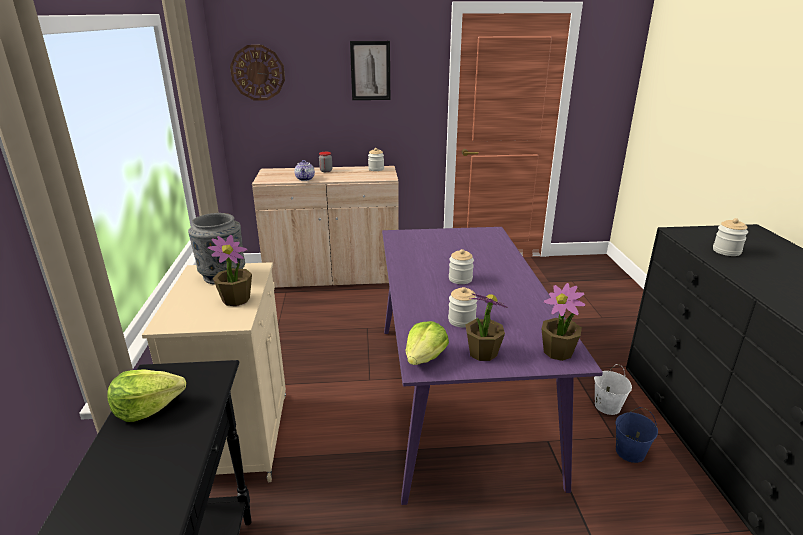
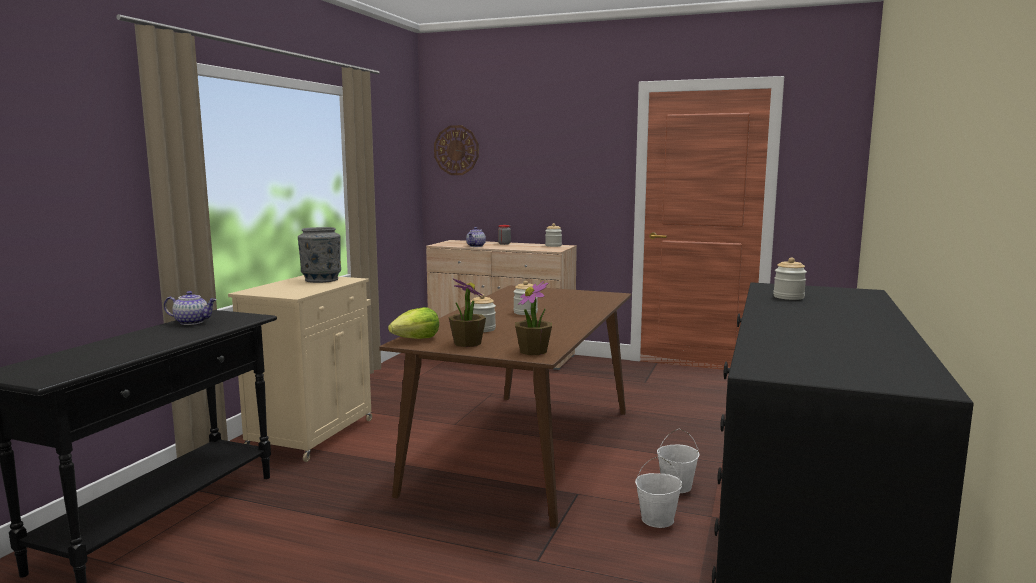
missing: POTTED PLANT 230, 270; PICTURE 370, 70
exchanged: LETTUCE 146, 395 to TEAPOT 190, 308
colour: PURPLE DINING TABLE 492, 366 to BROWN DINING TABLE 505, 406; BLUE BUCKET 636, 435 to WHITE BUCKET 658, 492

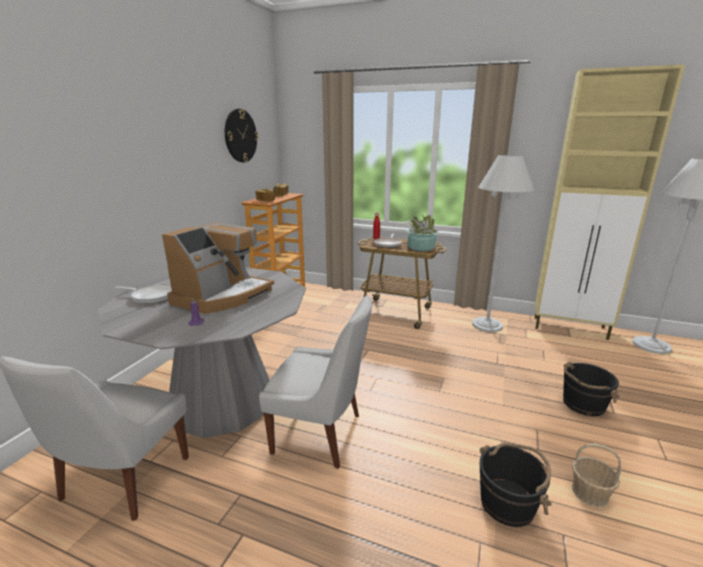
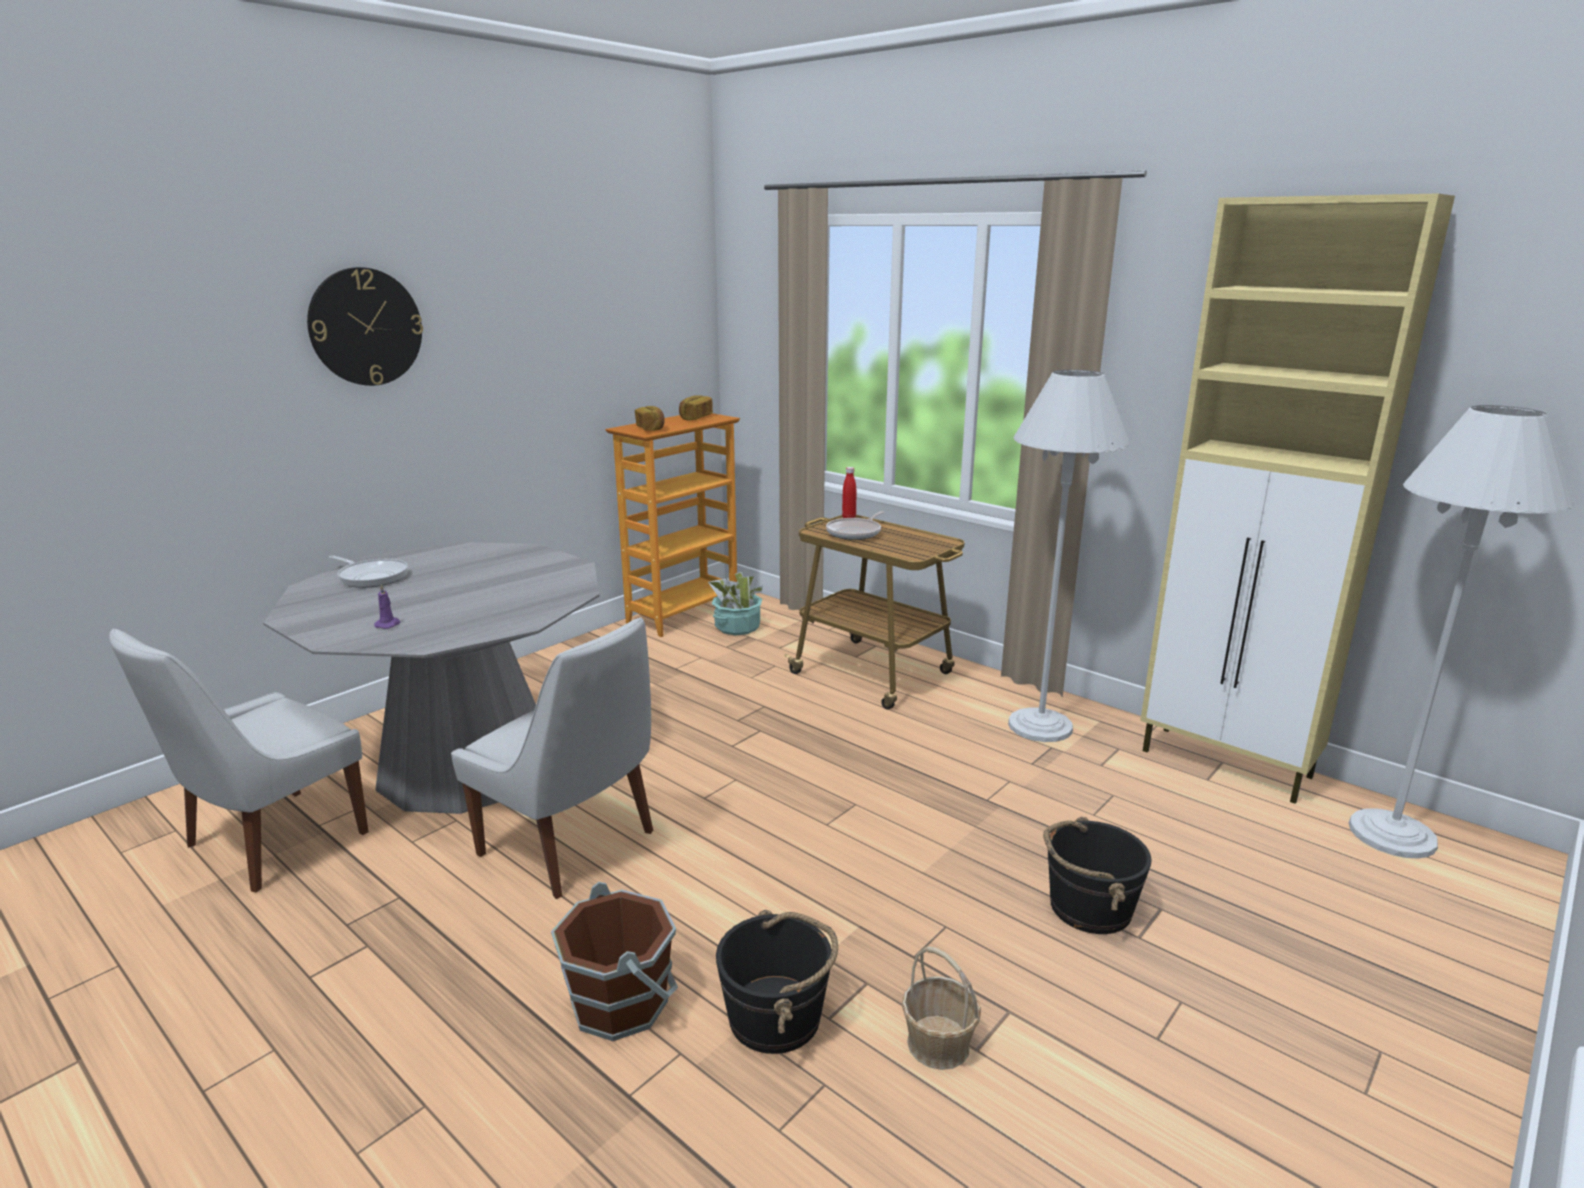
missing: COFFEE MACHINE 218, 268
appeared: BROWN BUCKET 614, 961
relocated: WALL CLOCK 241, 136 to 365, 326; POTTED PLANT 421, 232 to 735, 603

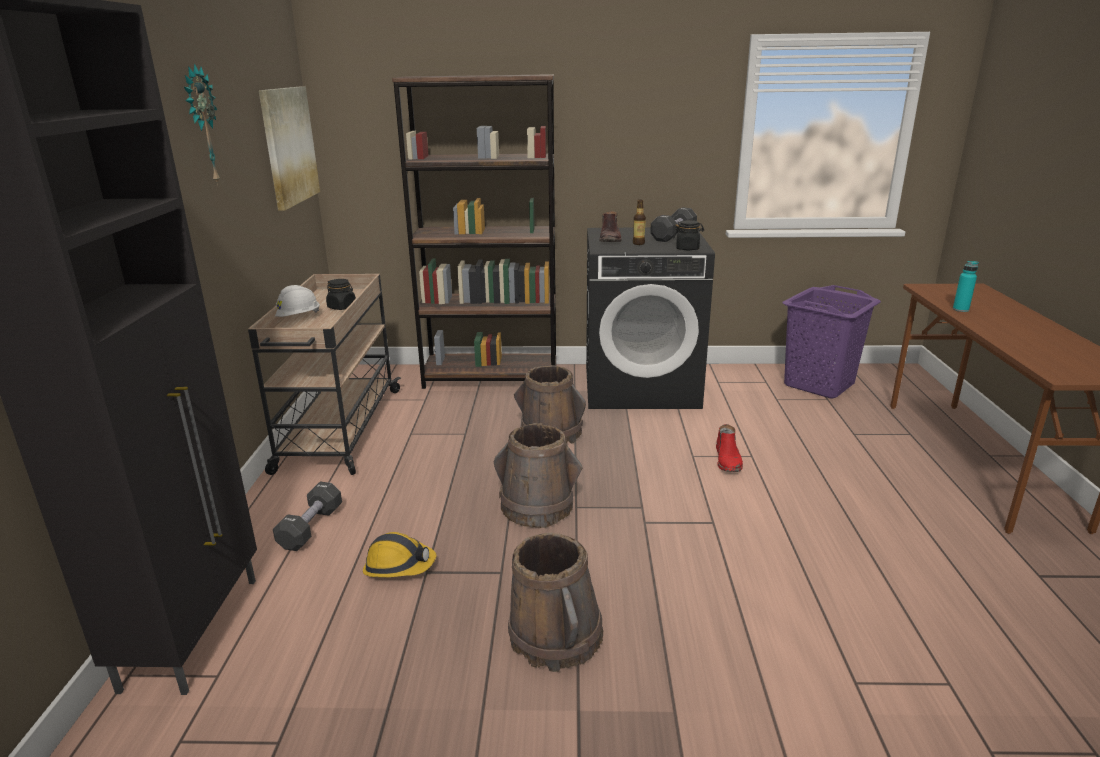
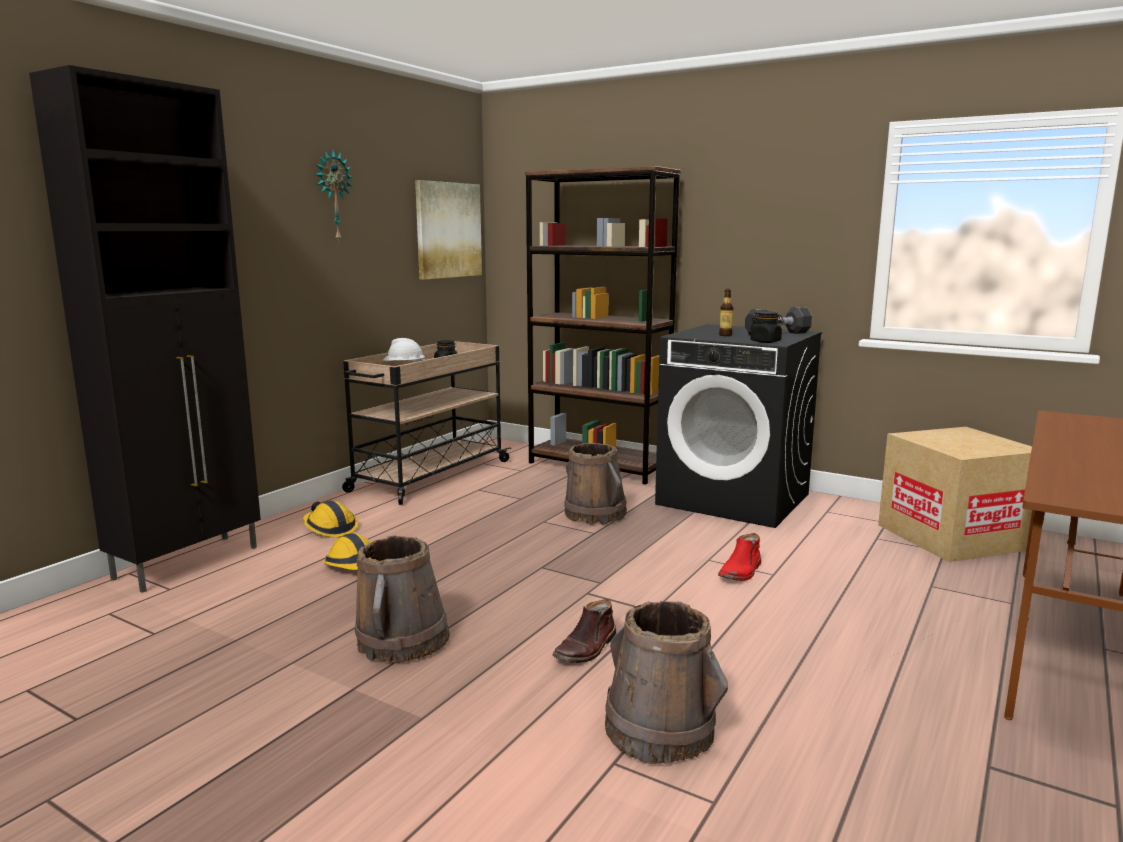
missing: TURQUOISE BOTTLE 966, 286
relocated: BROWN BUCKET 538, 475 to 666, 682; BROWN BOOT 610, 226 to 584, 631
exchanged: BLACK DUMBBELL 307, 516 to HARD HAT 330, 518; PURPLE LAUNDRY BASKET 831, 342 to CARDBOARD BOX 955, 494

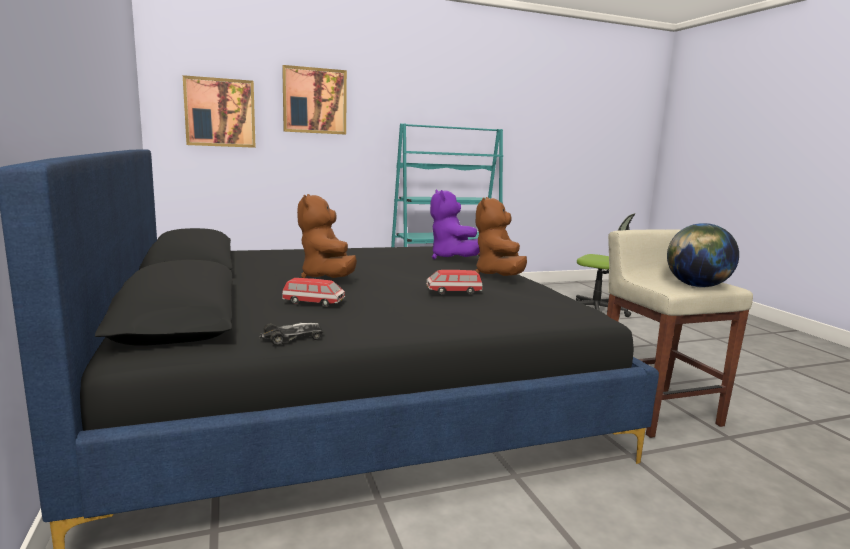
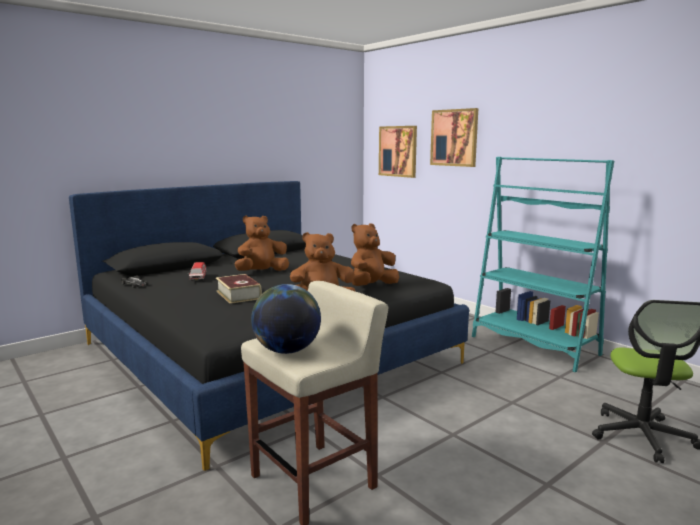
exchanged: TOY CAR 454, 282 to BOOK 239, 289
colour: PURPLE PLUSH TOY 455, 224 to BROWN PLUSH TOY 375, 254

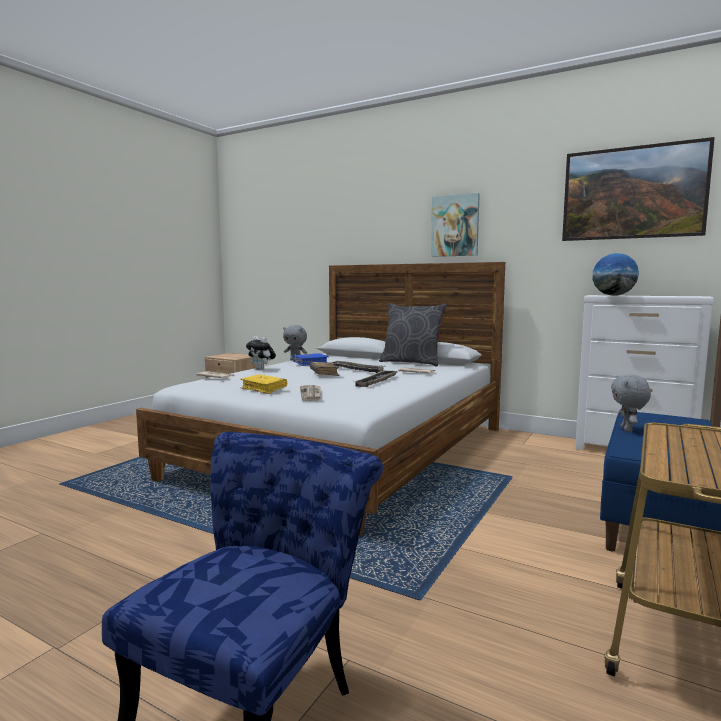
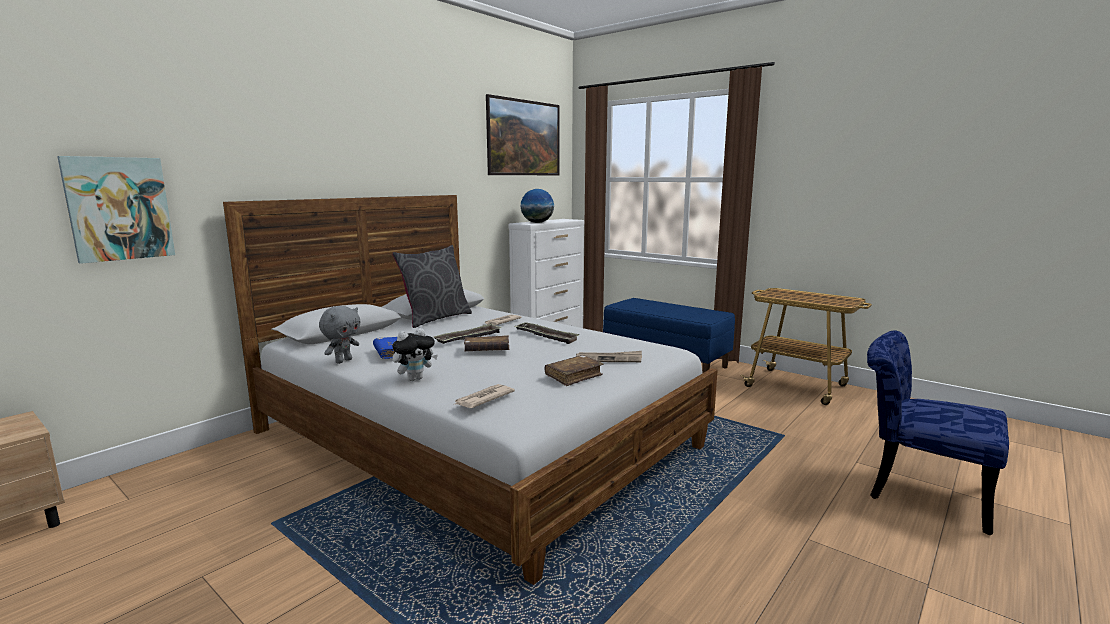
missing: GREY PLUSH TOY 631, 403
relocated: PICTURE 455, 225 to 116, 210
colour: YELLOW BOOK 263, 384 to BROWN BOOK 574, 370

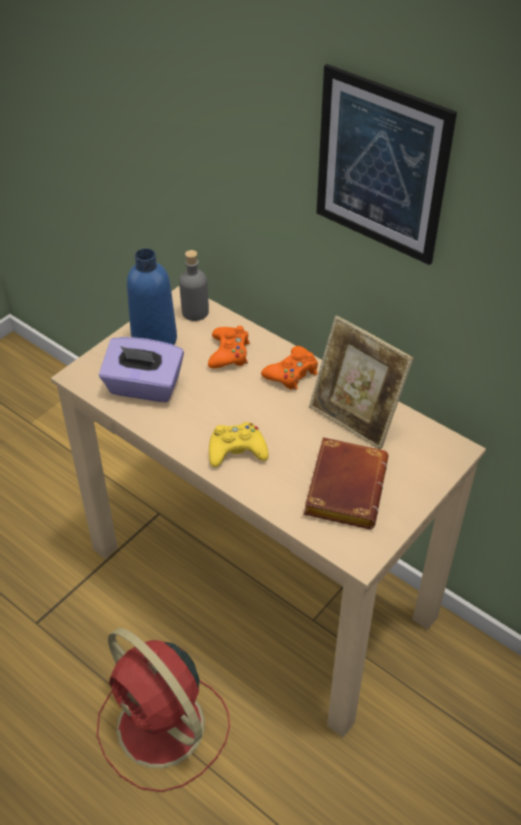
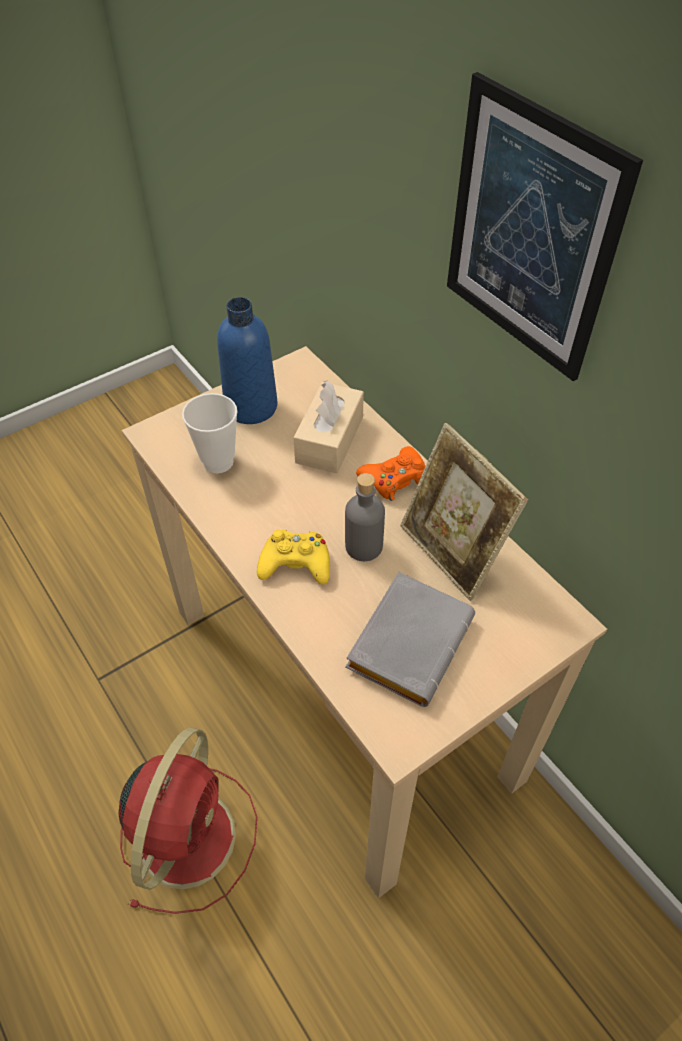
relocated: GREY BOTTLE 194, 285 to 365, 517
exchanged: PURPLE TISSUE BOX 141, 369 to CUP 209, 433; ORANGE GAME CONTROLLER 229, 347 to BEIGE TISSUE BOX 328, 427
colour: BROWN BOOK 346, 483 to GREY BOOK 410, 639
spun: RED FAN 163, 710 = 187, 820 135 degrees counterclockwise

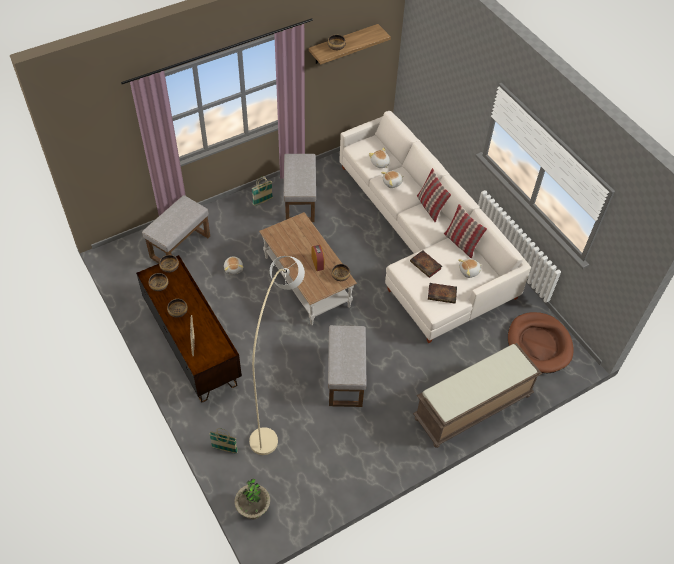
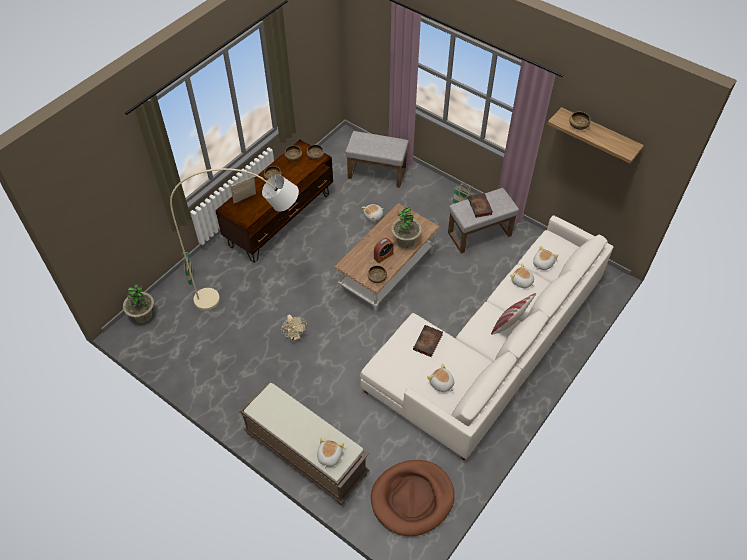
missing: PILLOW 465, 231
appeared: PLUSH TOY 330, 453; POTTED PLANT 406, 227
relocated: BOOK 442, 293 to 480, 205
exchanged: GREY OTTOMAN 347, 366 to BEIGE FAN 294, 328

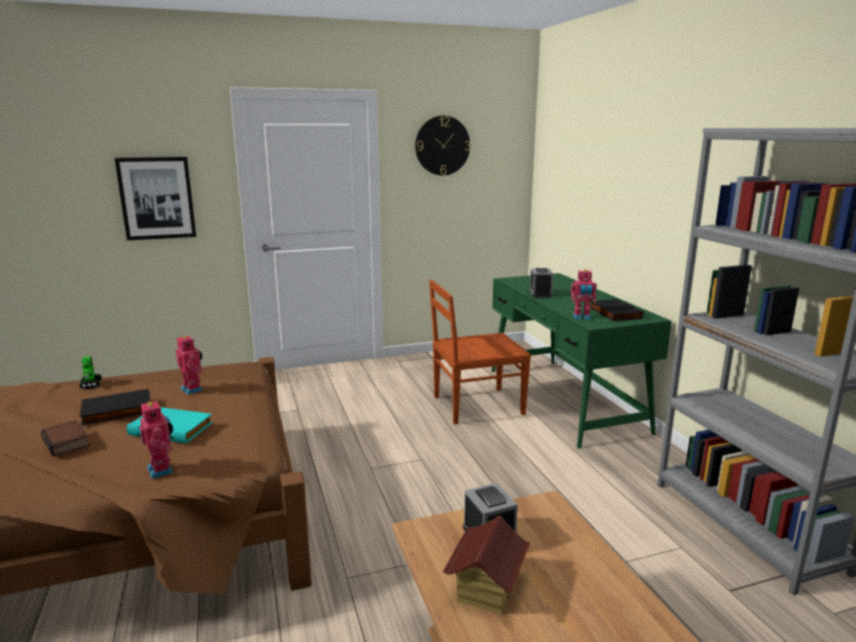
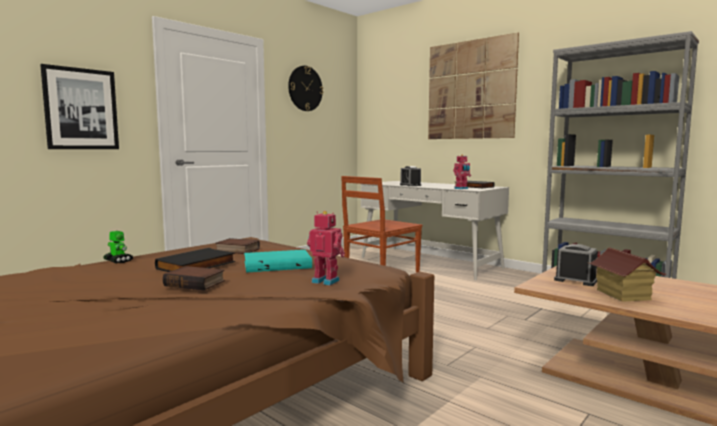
appeared: PICTURE 473, 86
exchanged: TOY ROBOT 189, 365 to BOOK 237, 246
colour: GREEN DESK 581, 360 to WHITE DESK 435, 230

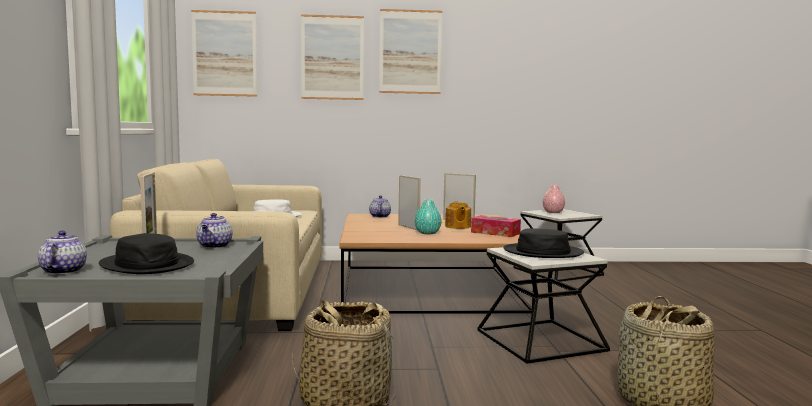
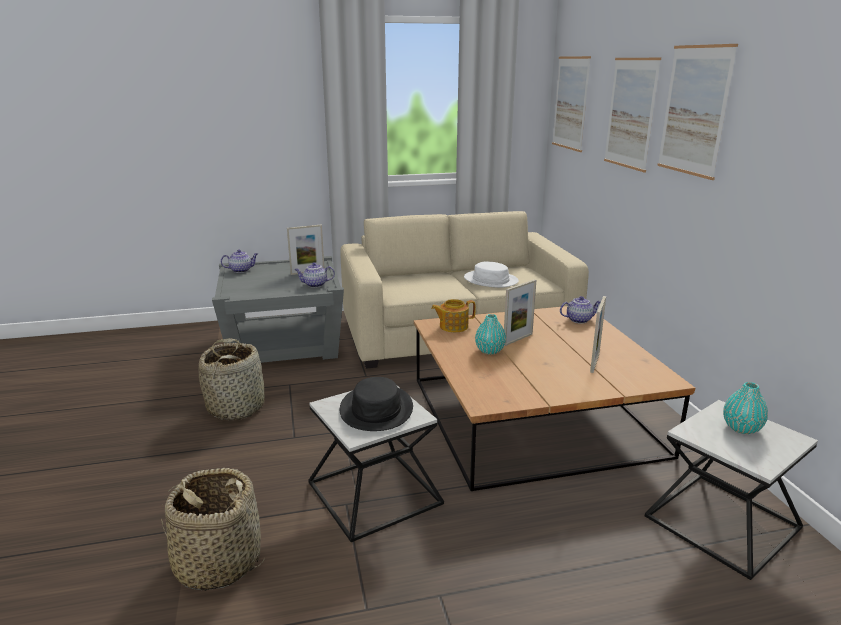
missing: BLACK HAT 146, 253; TISSUE BOX 496, 226
relocated: TEAPOT 458, 215 to 453, 316
colour: PINK VASE 554, 199 to TURQUOISE VASE 745, 408

